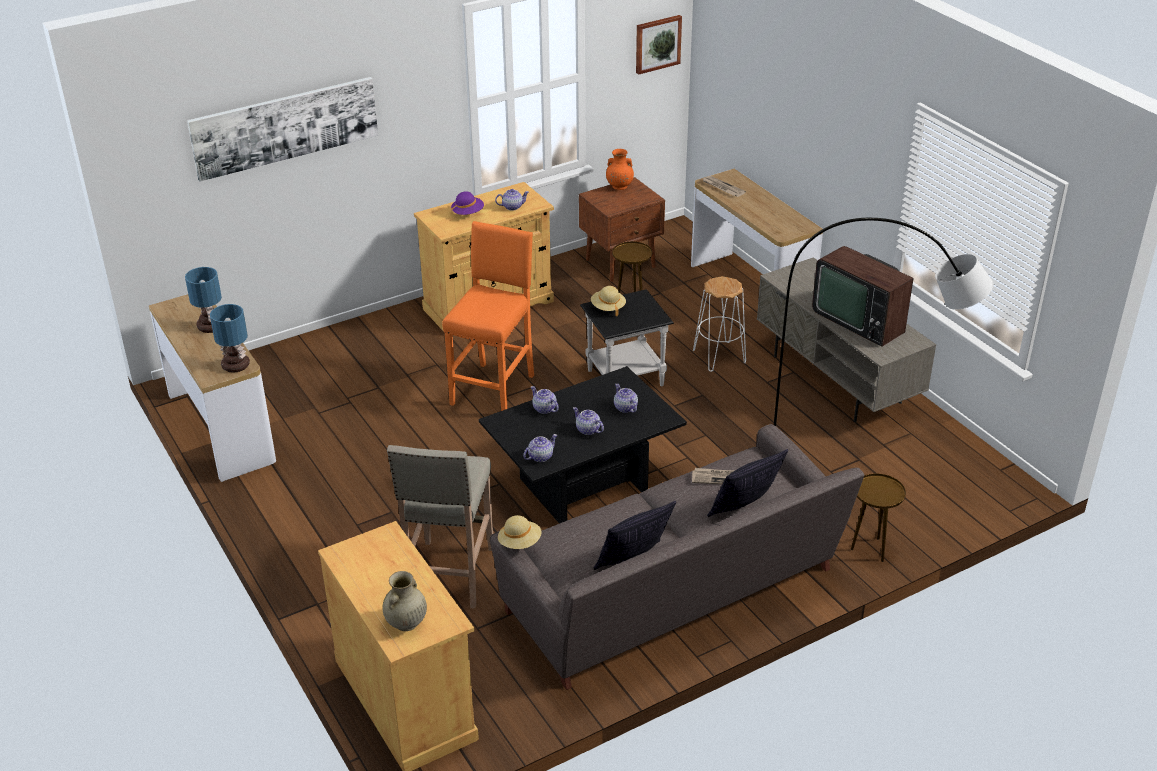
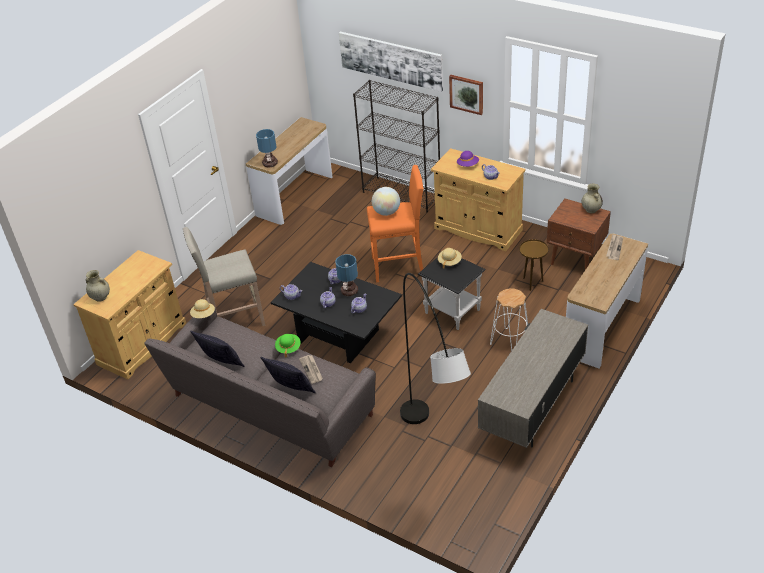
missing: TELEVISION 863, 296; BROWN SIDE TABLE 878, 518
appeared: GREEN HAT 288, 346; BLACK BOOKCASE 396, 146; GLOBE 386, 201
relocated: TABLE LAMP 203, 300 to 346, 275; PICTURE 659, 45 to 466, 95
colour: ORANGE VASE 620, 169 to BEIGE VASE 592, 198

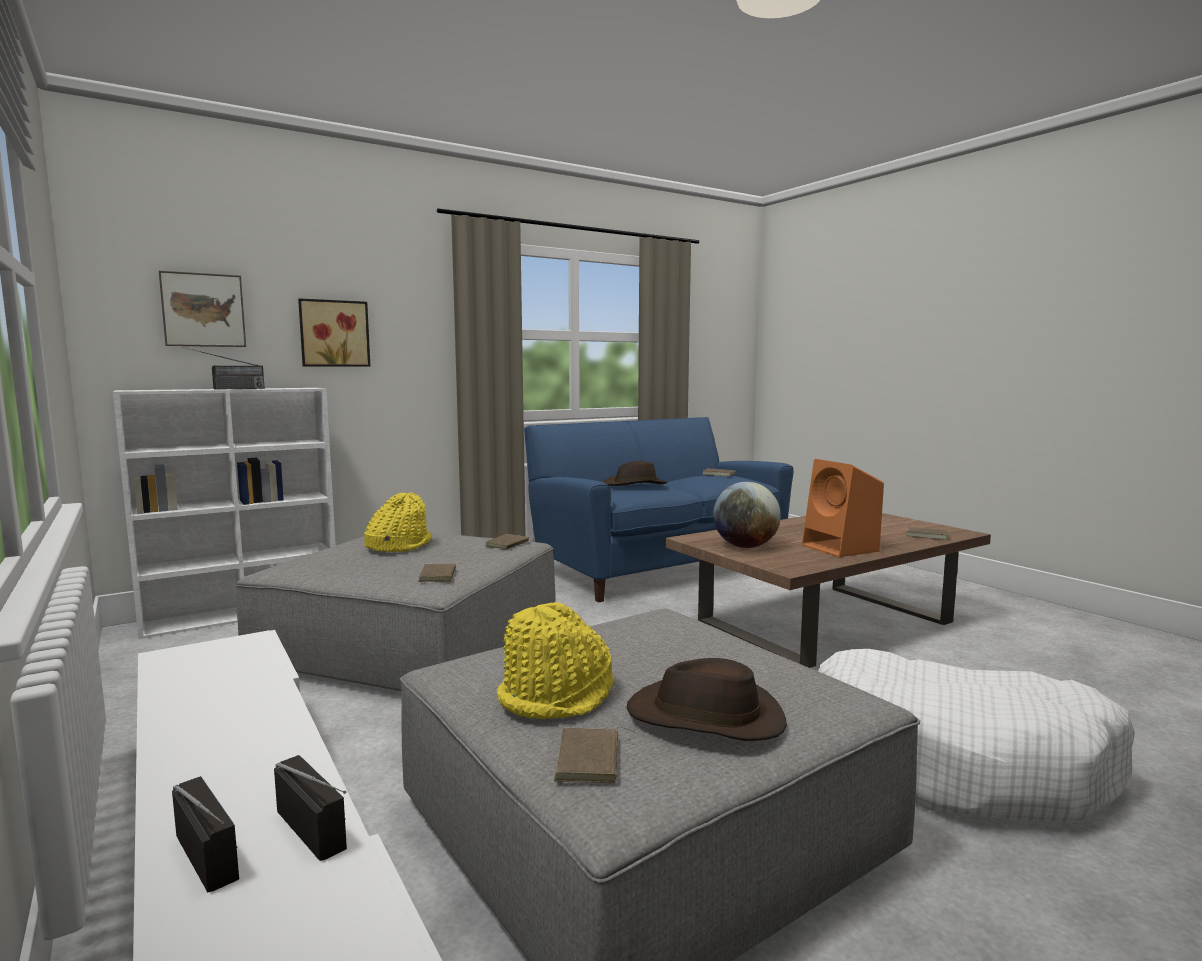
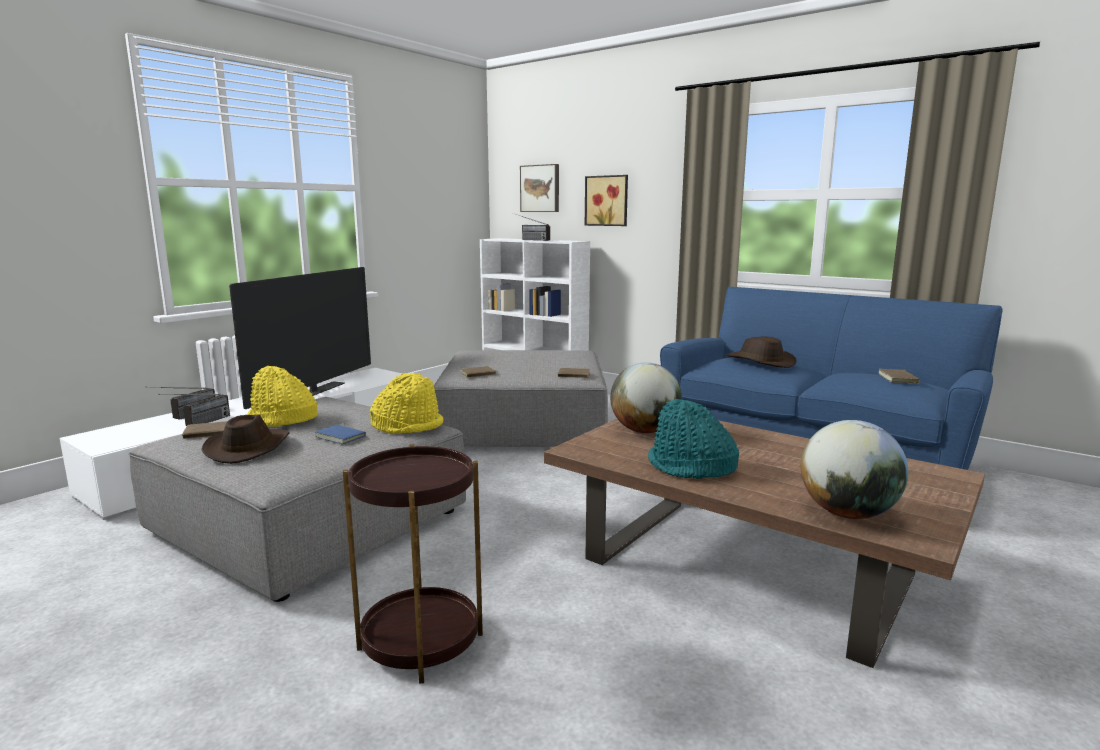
appeared: TELEVISION 300, 338; BLUE BOOK 340, 434
relocated: YELLOW HAT 397, 522 to 406, 403
exchanged: ORANGE SPEAKER 843, 508 to TURQUOISE HAT 693, 439; WHITE DOG BED 976, 736 to BROWN SIDE TABLE 413, 564; BROWN BOOK 927, 533 to GLOBE 854, 469

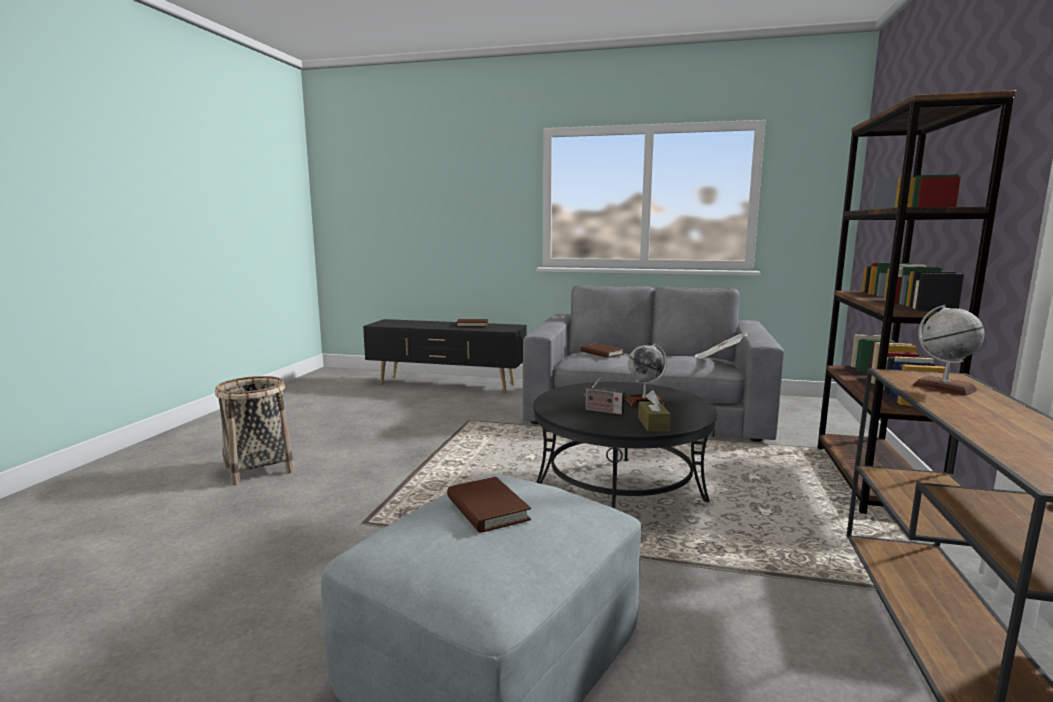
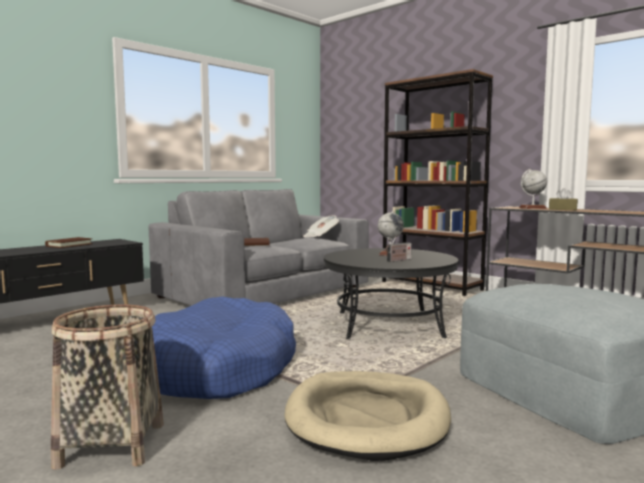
missing: BROWN BOOK 489, 505
appeared: BLUE DOG BED 224, 347; BEIGE DOG BED 367, 416
relocated: BROWN TISSUE BOX 654, 411 to 563, 199

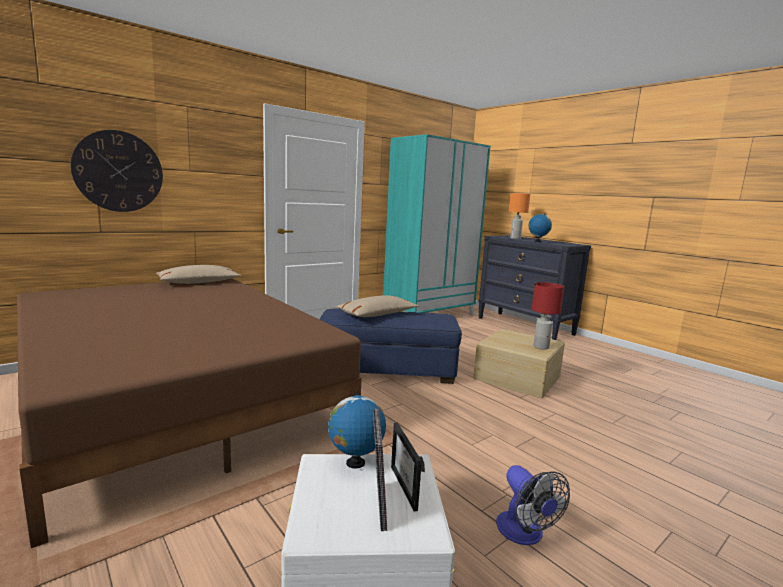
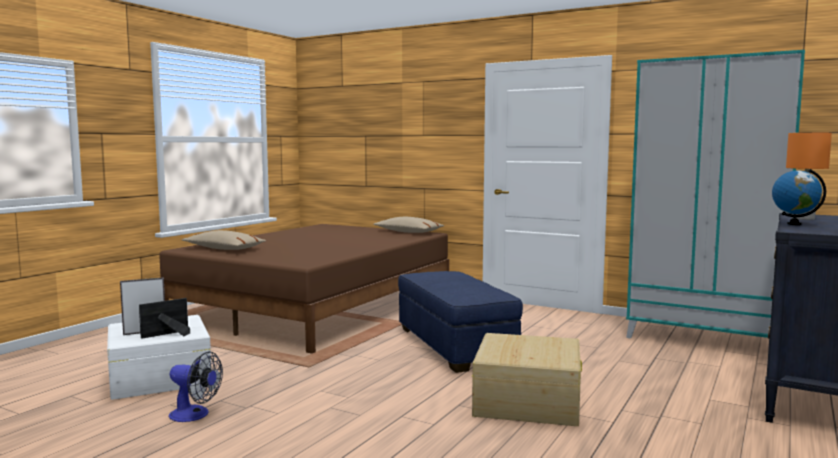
missing: WALL CLOCK 117, 171; GLOBE 357, 429; RED TABLE LAMP 548, 316
relocated: BEIGE PILLOW 377, 306 to 224, 240
spun: FAN 533, 505 = 196, 386 120 degrees counterclockwise

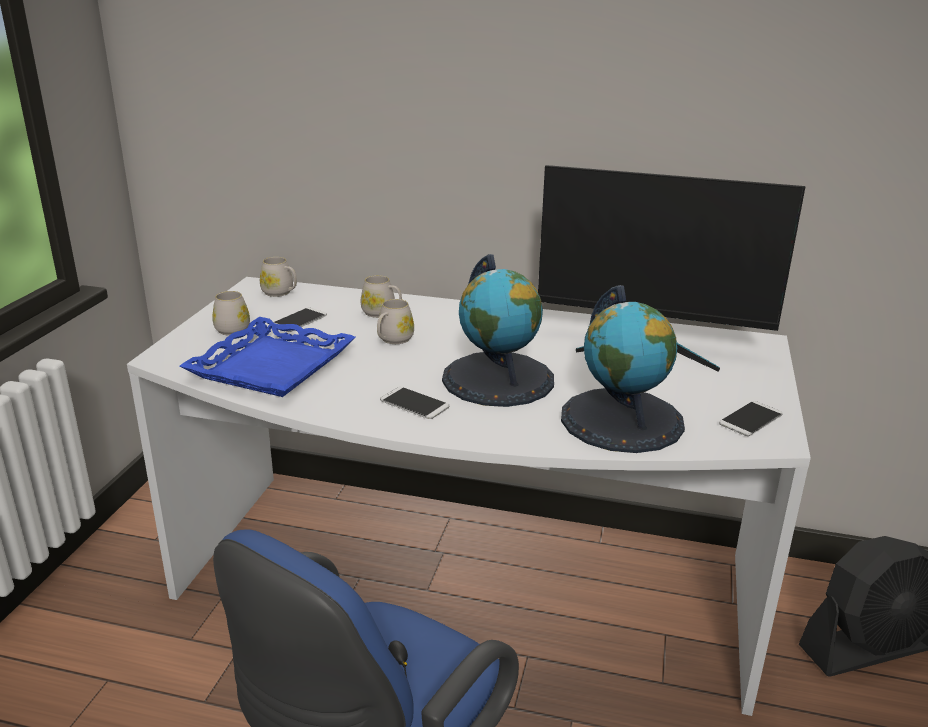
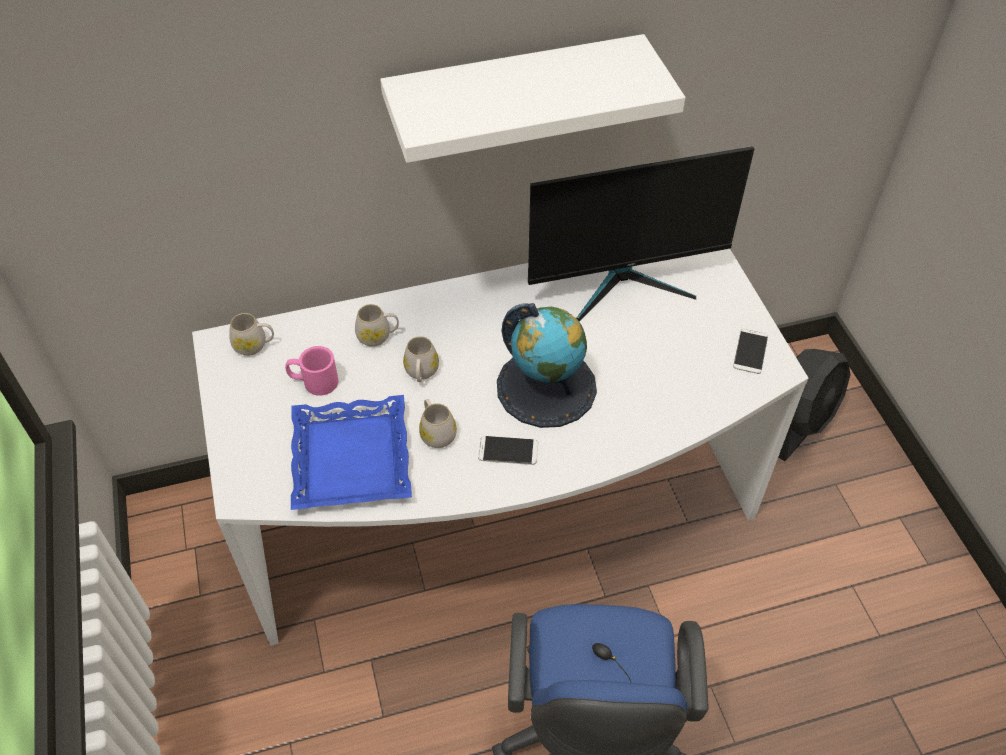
missing: GLOBE 623, 369
appeared: WHITE SHELF 532, 98
relocated: WHITE MUG 231, 313 to 438, 423
exchanged: PHONE 300, 319 to PINK MUG 312, 371

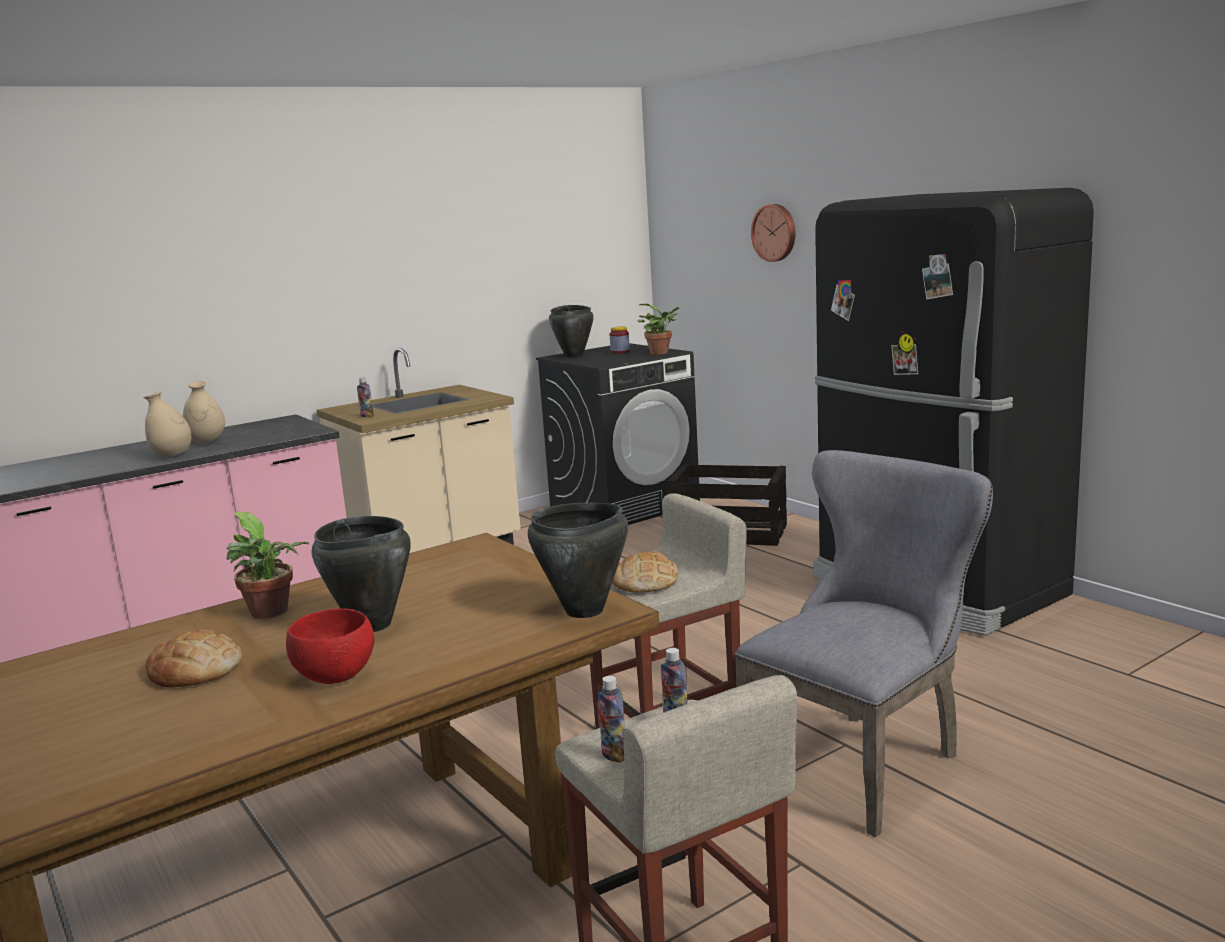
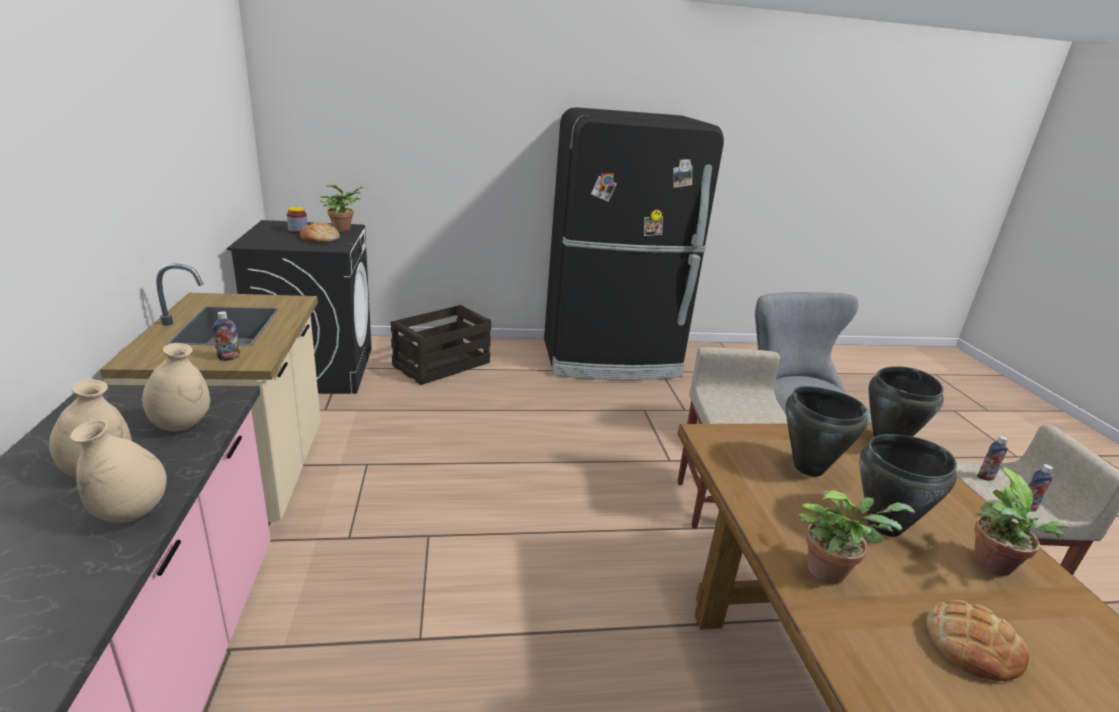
missing: WALL CLOCK 773, 233
appeared: BEIGE VASE 176, 387
relocated: BLACK COOKING POT 571, 331 to 827, 431; BREAD 645, 572 to 320, 232
exchanged: RED BOWL 330, 646 to POTTED PLANT 1021, 521

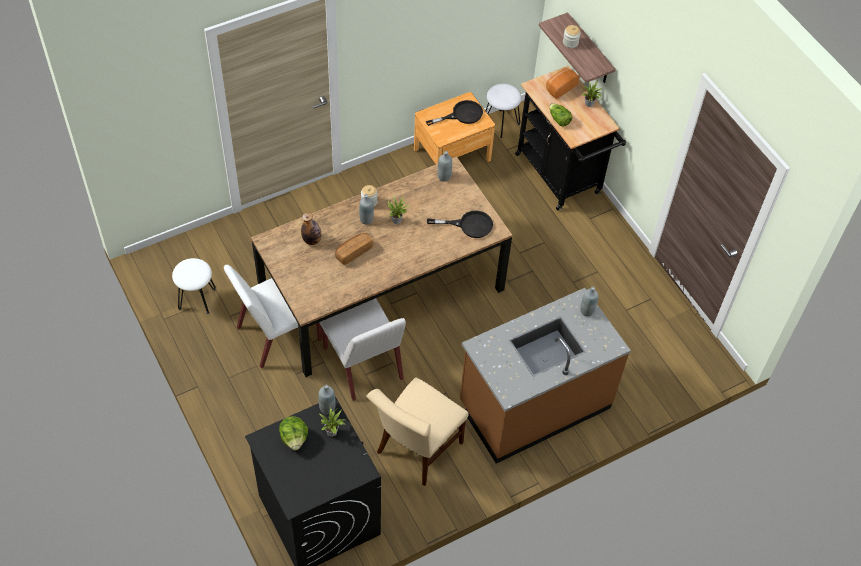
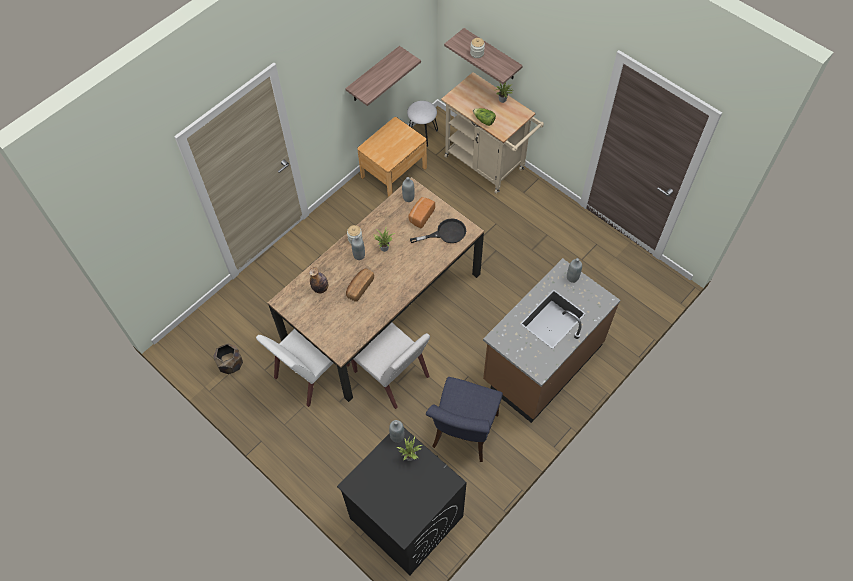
missing: LETTUCE 293, 433; BLACK FRYING PAN 454, 113
appeared: SHELF 383, 76
relocated: BREAD 562, 83 to 421, 212
exchanged: WHITE STOOL 194, 286 to BROWN PLANTER 228, 358
colour: BEIGE CHAIR 417, 432 to BLUE CHAIR 464, 419; BLACK CART 570, 138 to BEIGE CART 492, 132

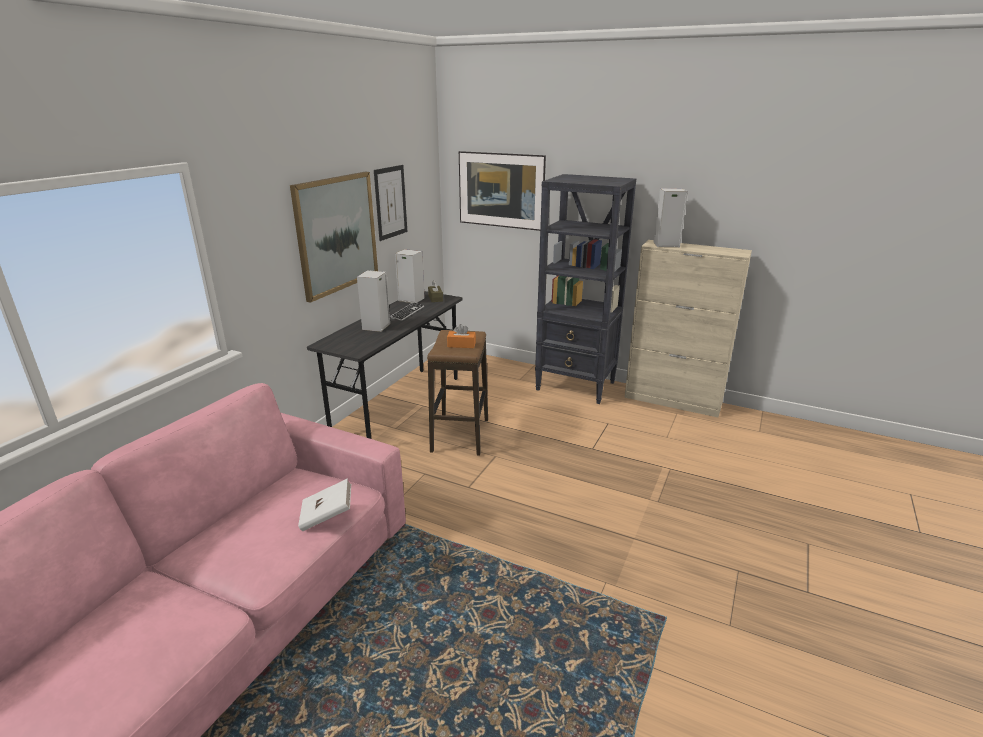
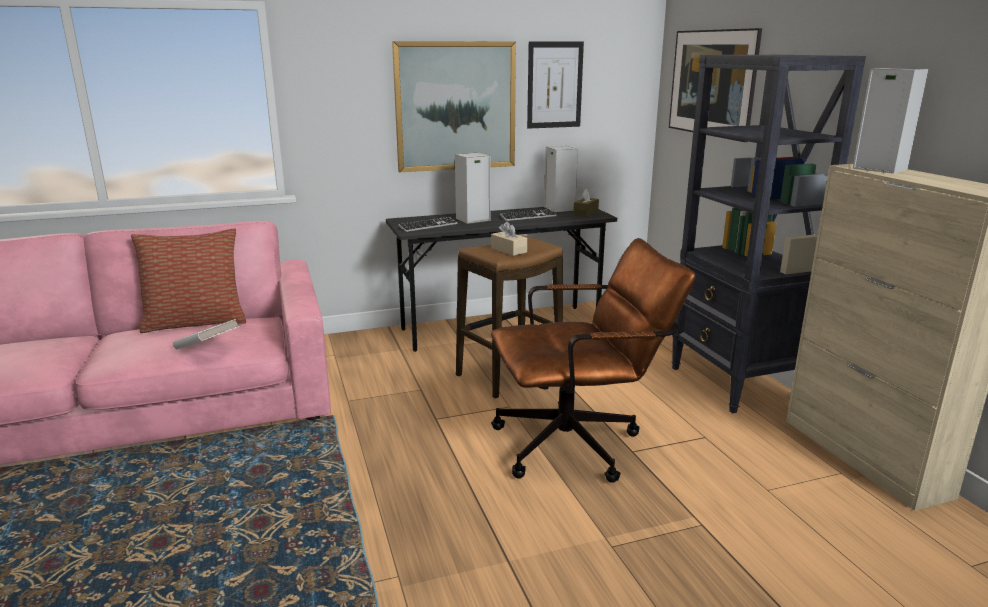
appeared: PILLOW 188, 280; KEYBOARD 427, 224; BROWN OFFICE CHAIR 593, 360
colour: ORANGE TISSUE BOX 461, 336 to BEIGE TISSUE BOX 509, 239

